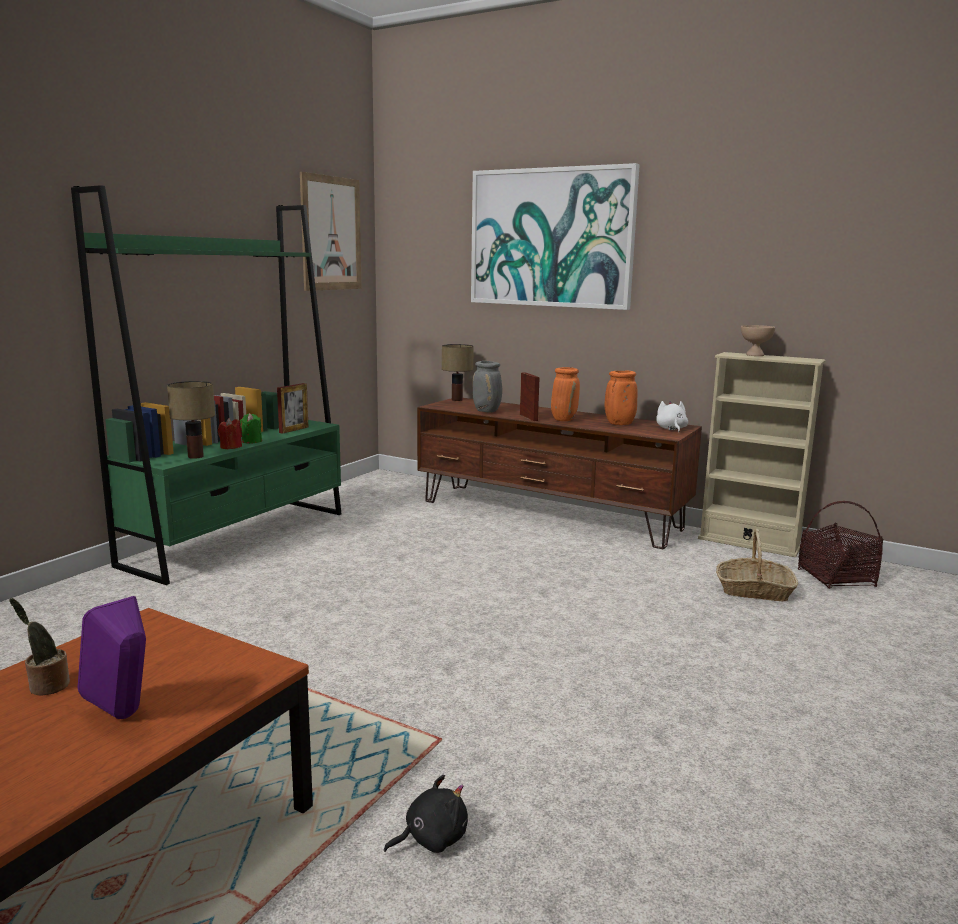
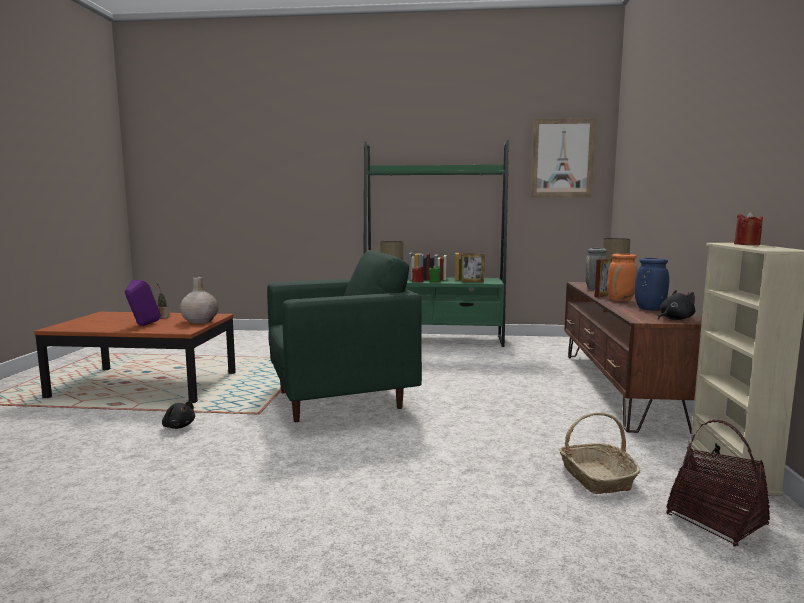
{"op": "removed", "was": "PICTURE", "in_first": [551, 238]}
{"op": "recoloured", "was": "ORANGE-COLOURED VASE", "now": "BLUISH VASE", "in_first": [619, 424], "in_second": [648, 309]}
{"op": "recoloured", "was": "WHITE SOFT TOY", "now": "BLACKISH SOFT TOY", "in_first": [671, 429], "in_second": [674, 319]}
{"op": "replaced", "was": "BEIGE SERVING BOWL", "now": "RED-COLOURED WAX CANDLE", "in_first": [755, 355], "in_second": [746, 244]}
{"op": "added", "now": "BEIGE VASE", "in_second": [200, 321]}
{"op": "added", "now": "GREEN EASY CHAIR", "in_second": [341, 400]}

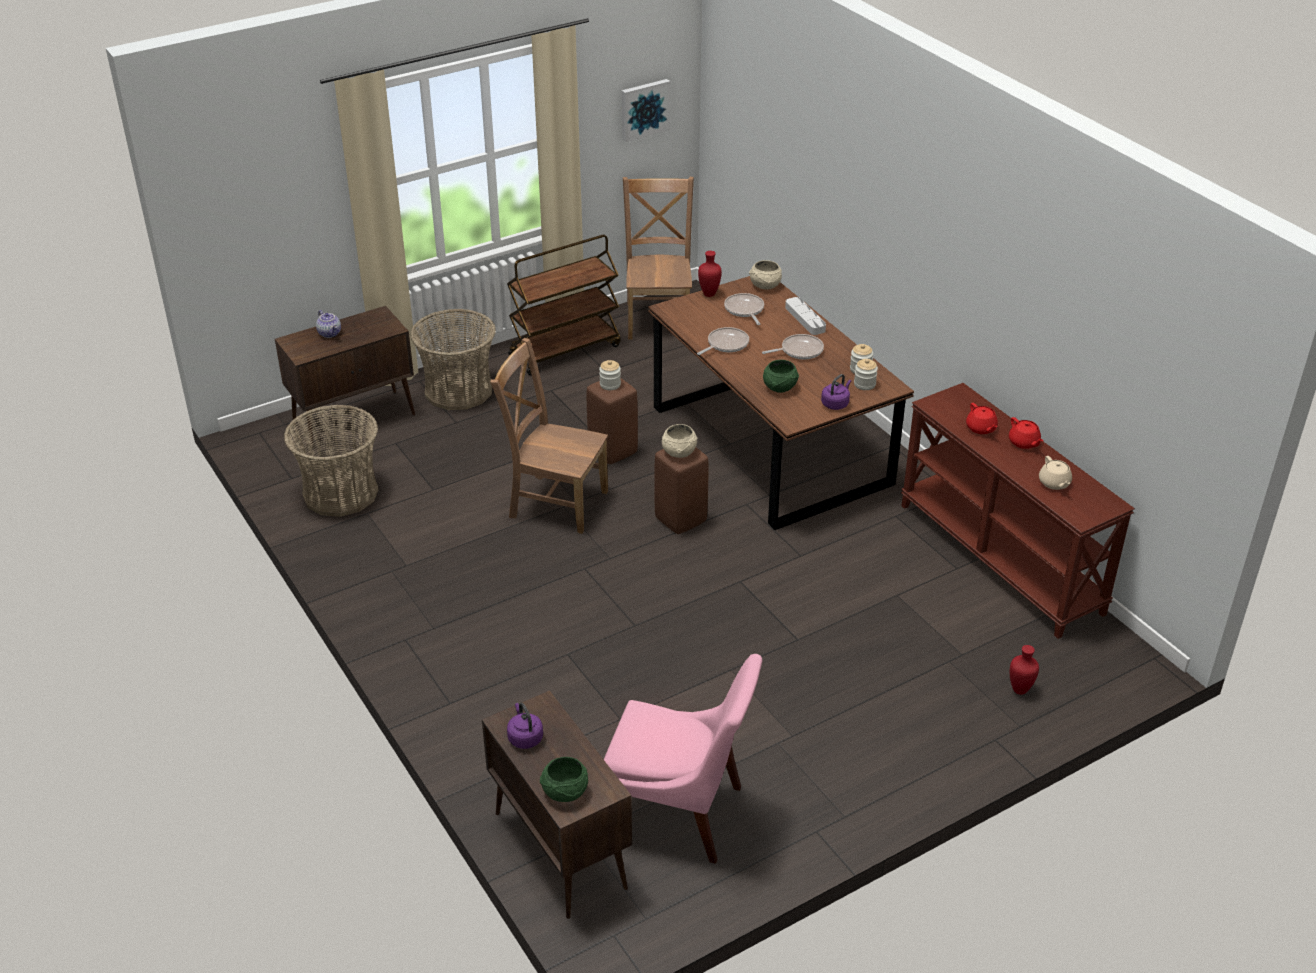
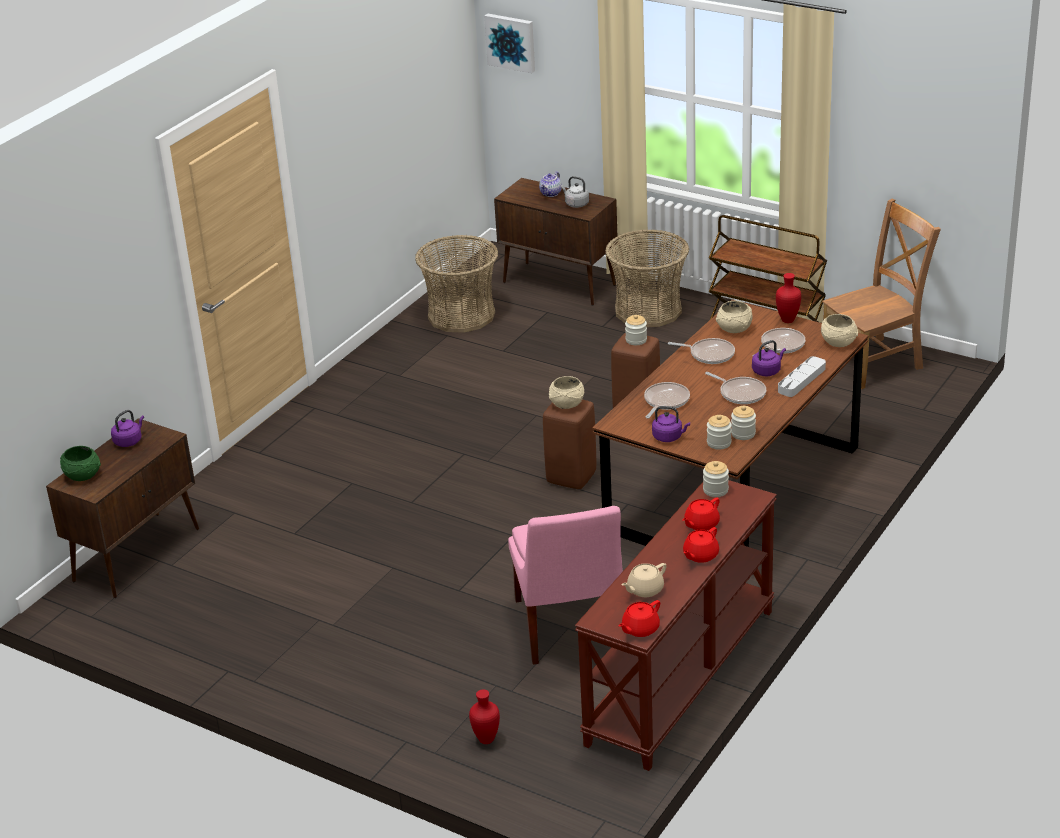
{"op": "removed", "was": "BROWN UPRIGHT CHAIR", "in_first": [554, 502]}
{"op": "moved", "was": "PINK-COLOURED UPRIGHT CHAIR", "in_first": [680, 814], "in_second": [569, 628]}
{"op": "moved", "was": "PICTURE", "in_first": [644, 109], "in_second": [511, 42]}
{"op": "replaced", "was": "GREEN SERVING BOWL", "now": "SKILLET", "in_first": [779, 388], "in_second": [665, 401]}
{"op": "added", "now": "GREY WATER KETTLE", "in_second": [575, 204]}
{"op": "added", "now": "RED-COLOURED TEAPOT", "in_second": [640, 629]}
{"op": "added", "now": "STORAGE JAR", "in_second": [715, 490]}
{"op": "added", "now": "BEIGE SERVING BOWL", "in_second": [734, 329]}
{"op": "added", "now": "PURPLISH WATER KETTLE", "in_second": [767, 371]}

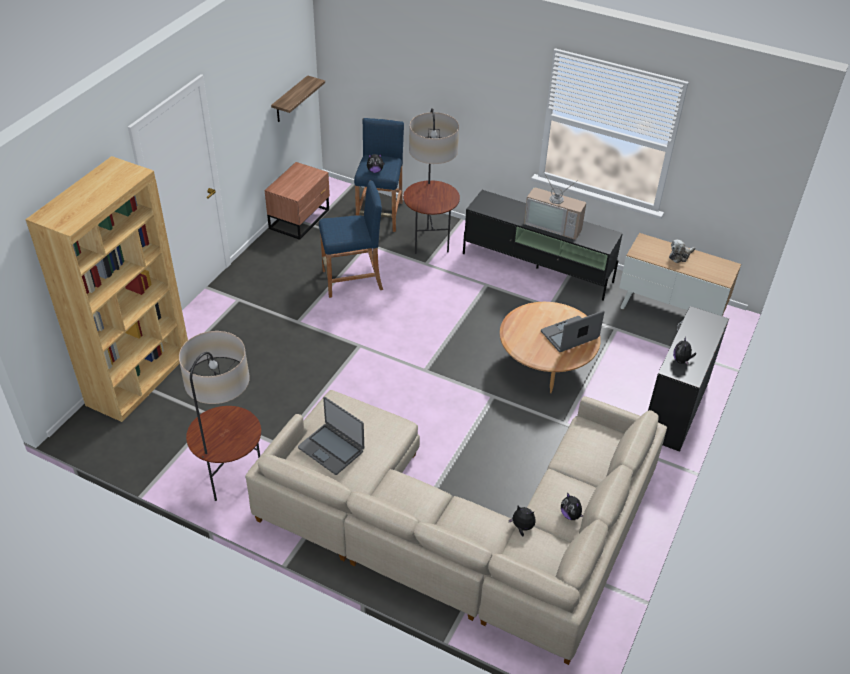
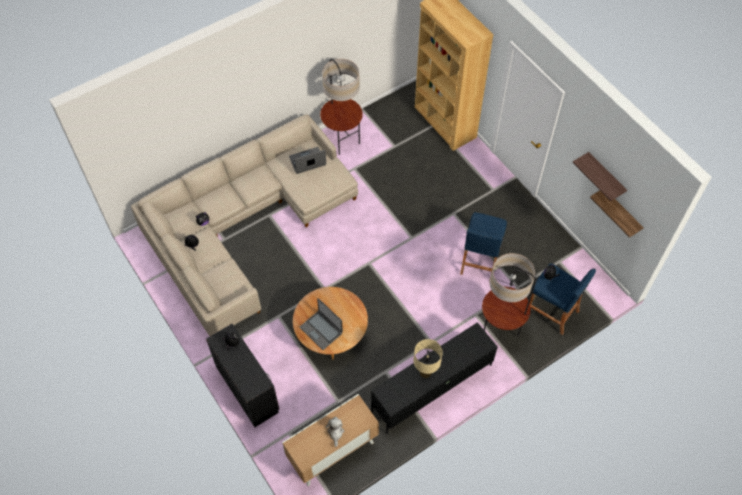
{"op": "removed", "was": "BROWN NIGHT TABLE", "in_first": [301, 219]}
{"op": "replaced", "was": "TELEVISION", "now": "BEIGE TABLE LAMP", "in_first": [554, 225], "in_second": [425, 372]}
{"op": "turned", "was": "LAPTOP", "in_first": [570, 335], "in_second": [321, 330], "clockwise": 135}
{"op": "added", "now": "SHELF", "in_second": [605, 176]}

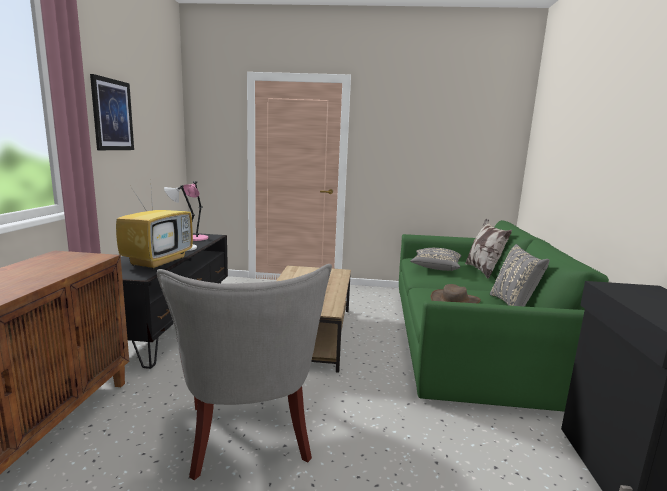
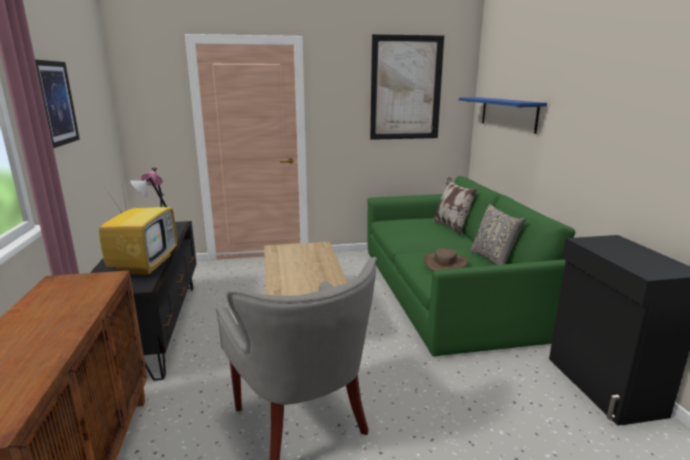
{"op": "removed", "was": "GREY PILLOW", "in_first": [435, 267]}
{"op": "added", "now": "PICTURE", "in_second": [406, 88]}
{"op": "added", "now": "BLUISH SHELF", "in_second": [508, 113]}

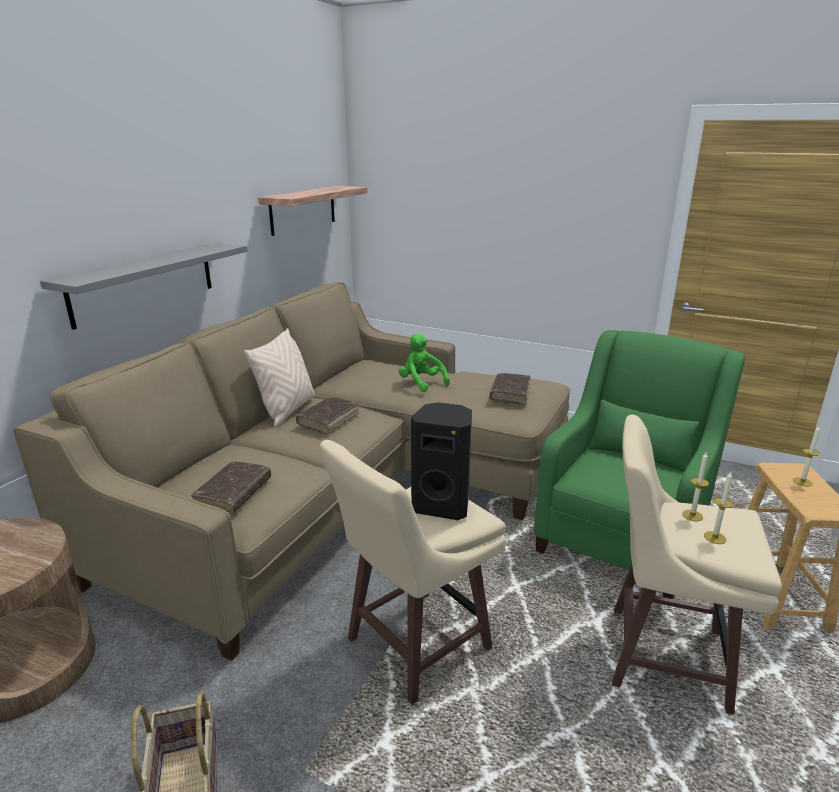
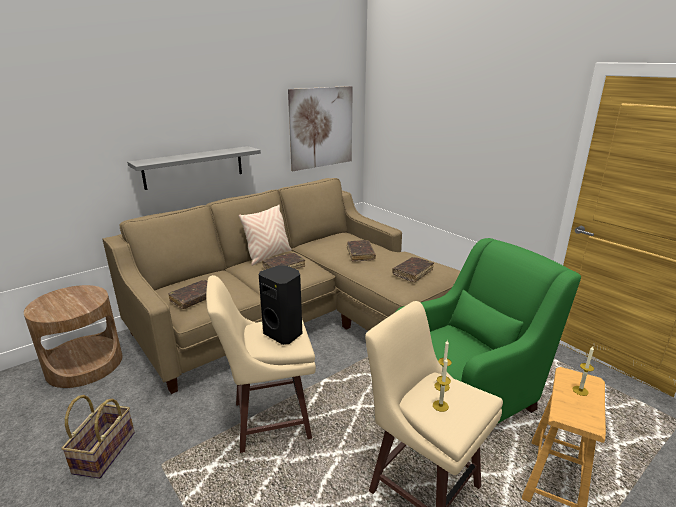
{"op": "replaced", "was": "SHELF", "now": "PICTURE", "in_first": [303, 209], "in_second": [321, 127]}
{"op": "replaced", "was": "GREEN SOFT TOY", "now": "BROWN BOUND BOOK", "in_first": [421, 383], "in_second": [360, 254]}

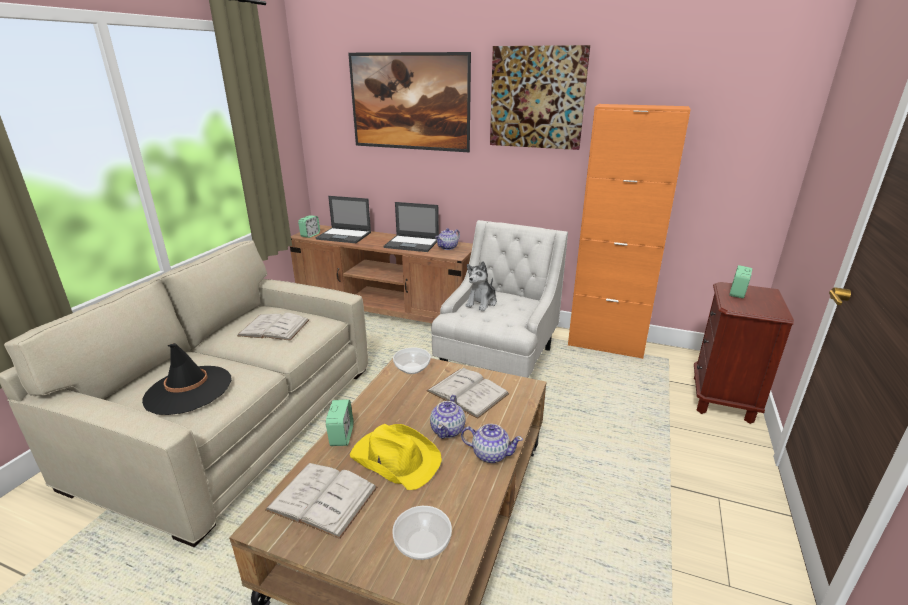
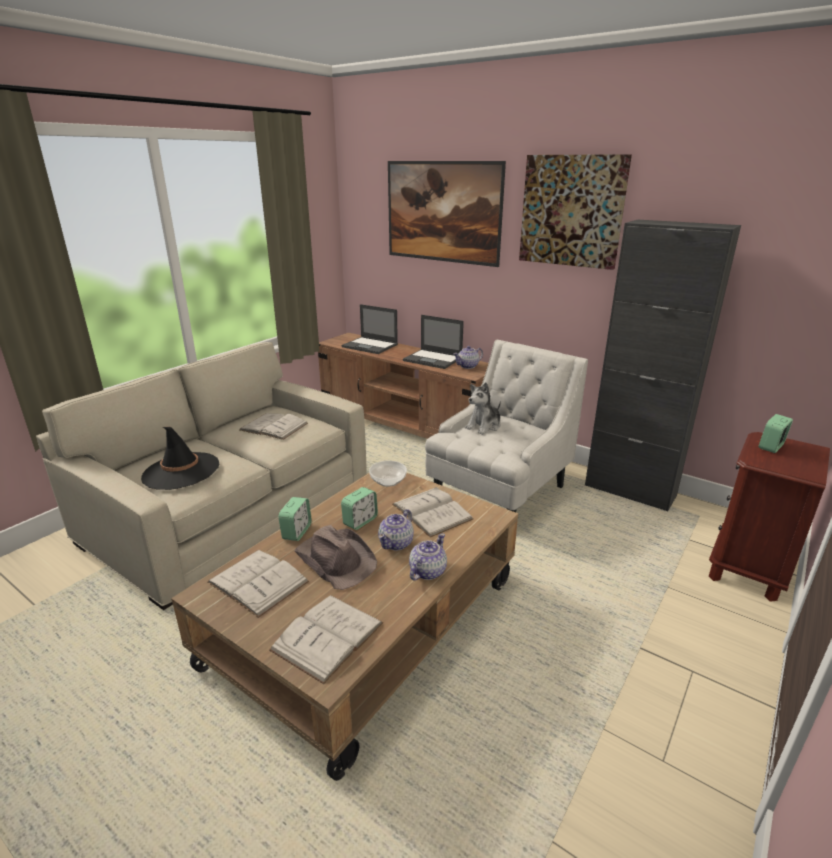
{"op": "moved", "was": "BEDSIDE CLOCK", "in_first": [310, 235], "in_second": [360, 521]}
{"op": "recoloured", "was": "YELLOW WEARABLE HAT", "now": "BROWN WEARABLE HAT", "in_first": [395, 458], "in_second": [336, 559]}
{"op": "replaced", "was": "SERVING BOWL", "now": "WHITE BOUND BOOK", "in_first": [422, 543], "in_second": [327, 636]}
{"op": "turned", "was": "TEAPOT", "in_first": [490, 454], "in_second": [427, 571], "clockwise": -90}
{"op": "recoloured", "was": "ORANGE-COLOURED STORAGE CABINET", "now": "BLACKISH STORAGE CABINET", "in_first": [606, 344], "in_second": [630, 490]}

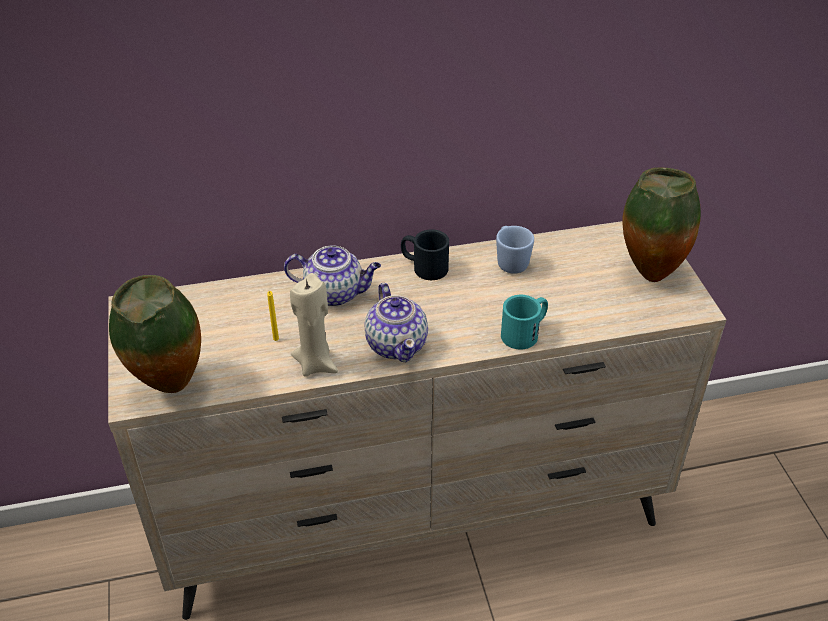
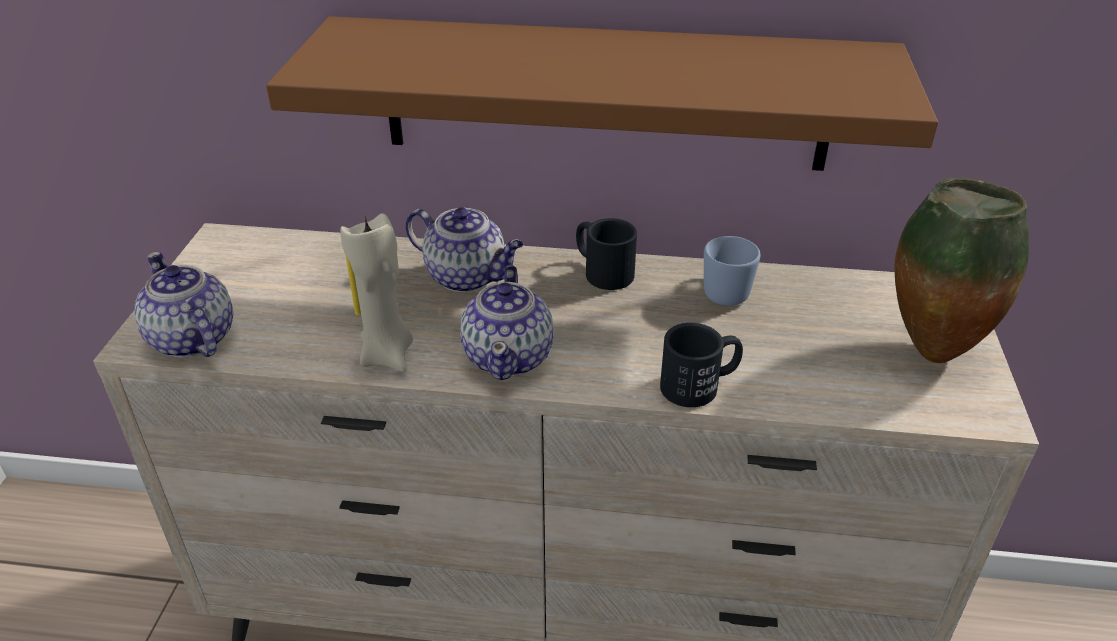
{"op": "replaced", "was": "VASE", "now": "TEAPOT", "in_first": [170, 389], "in_second": [192, 340]}
{"op": "recoloured", "was": "TURQUOISE MUG", "now": "BLACKISH MUG", "in_first": [525, 332], "in_second": [700, 385]}
{"op": "added", "now": "BROWN SHELF", "in_second": [605, 94]}

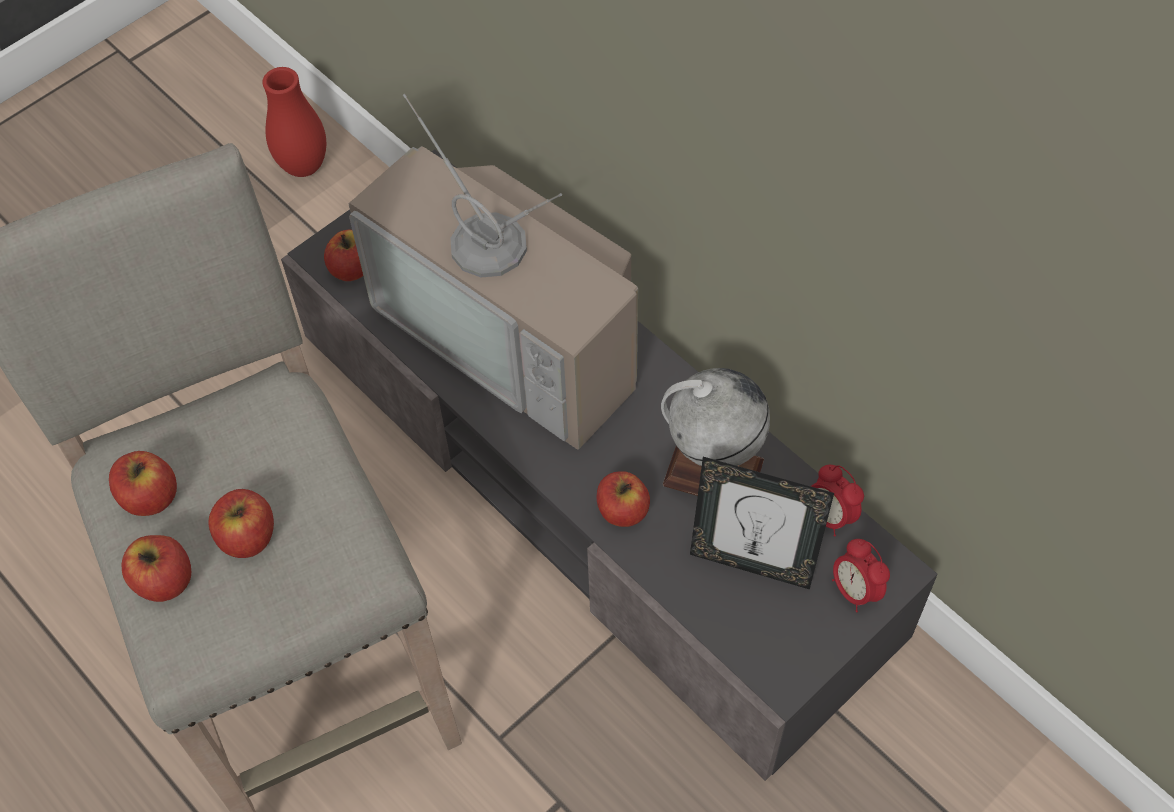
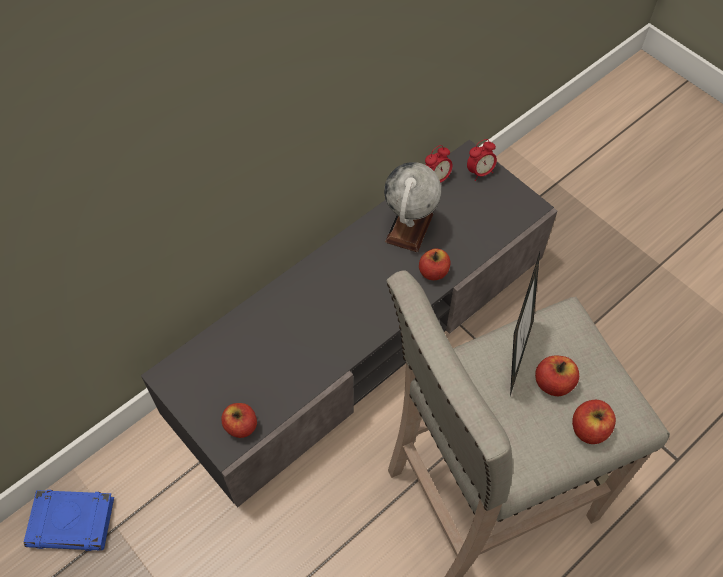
{"op": "removed", "was": "APPLE FRUIT", "in_first": [150, 497]}
{"op": "replaced", "was": "RED-COLOURED VASE", "now": "BLUISH BOUND BOOK", "in_first": [303, 166], "in_second": [73, 522]}
{"op": "removed", "was": "TELEVISION", "in_first": [516, 334]}
{"op": "moved", "was": "PICTURE FRAME", "in_first": [752, 562], "in_second": [514, 355]}

